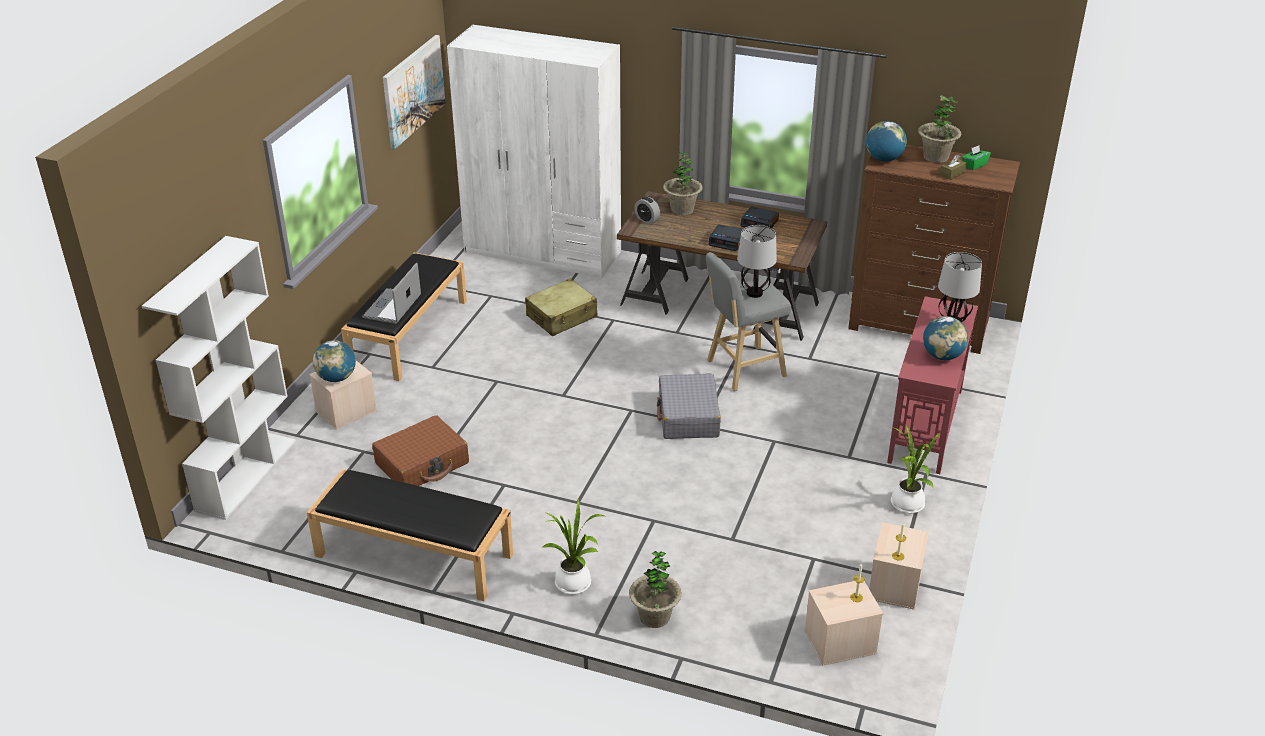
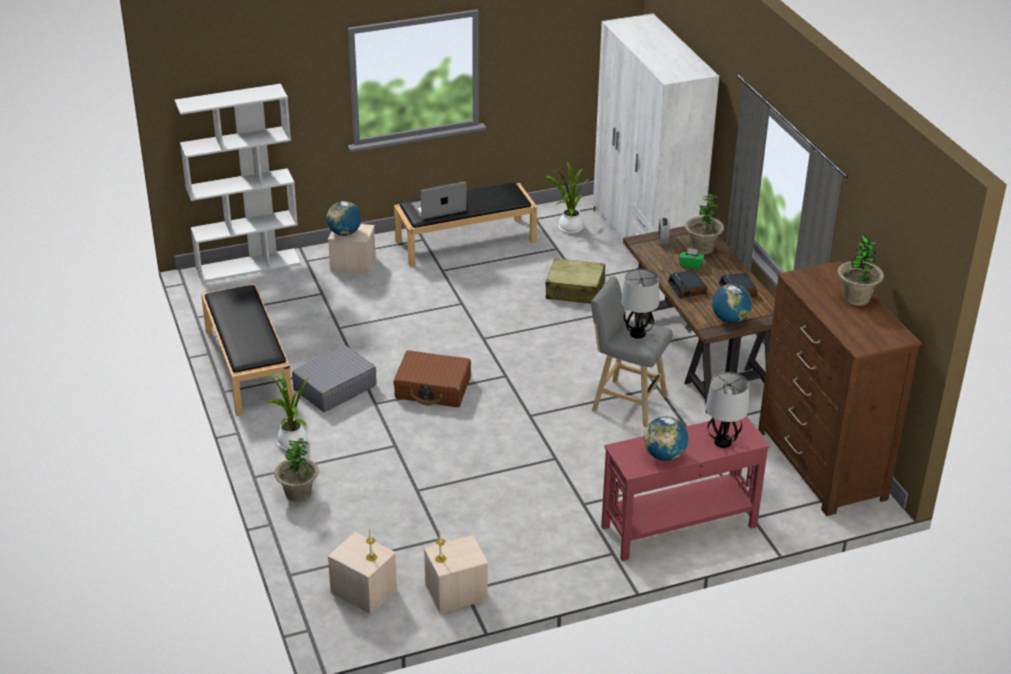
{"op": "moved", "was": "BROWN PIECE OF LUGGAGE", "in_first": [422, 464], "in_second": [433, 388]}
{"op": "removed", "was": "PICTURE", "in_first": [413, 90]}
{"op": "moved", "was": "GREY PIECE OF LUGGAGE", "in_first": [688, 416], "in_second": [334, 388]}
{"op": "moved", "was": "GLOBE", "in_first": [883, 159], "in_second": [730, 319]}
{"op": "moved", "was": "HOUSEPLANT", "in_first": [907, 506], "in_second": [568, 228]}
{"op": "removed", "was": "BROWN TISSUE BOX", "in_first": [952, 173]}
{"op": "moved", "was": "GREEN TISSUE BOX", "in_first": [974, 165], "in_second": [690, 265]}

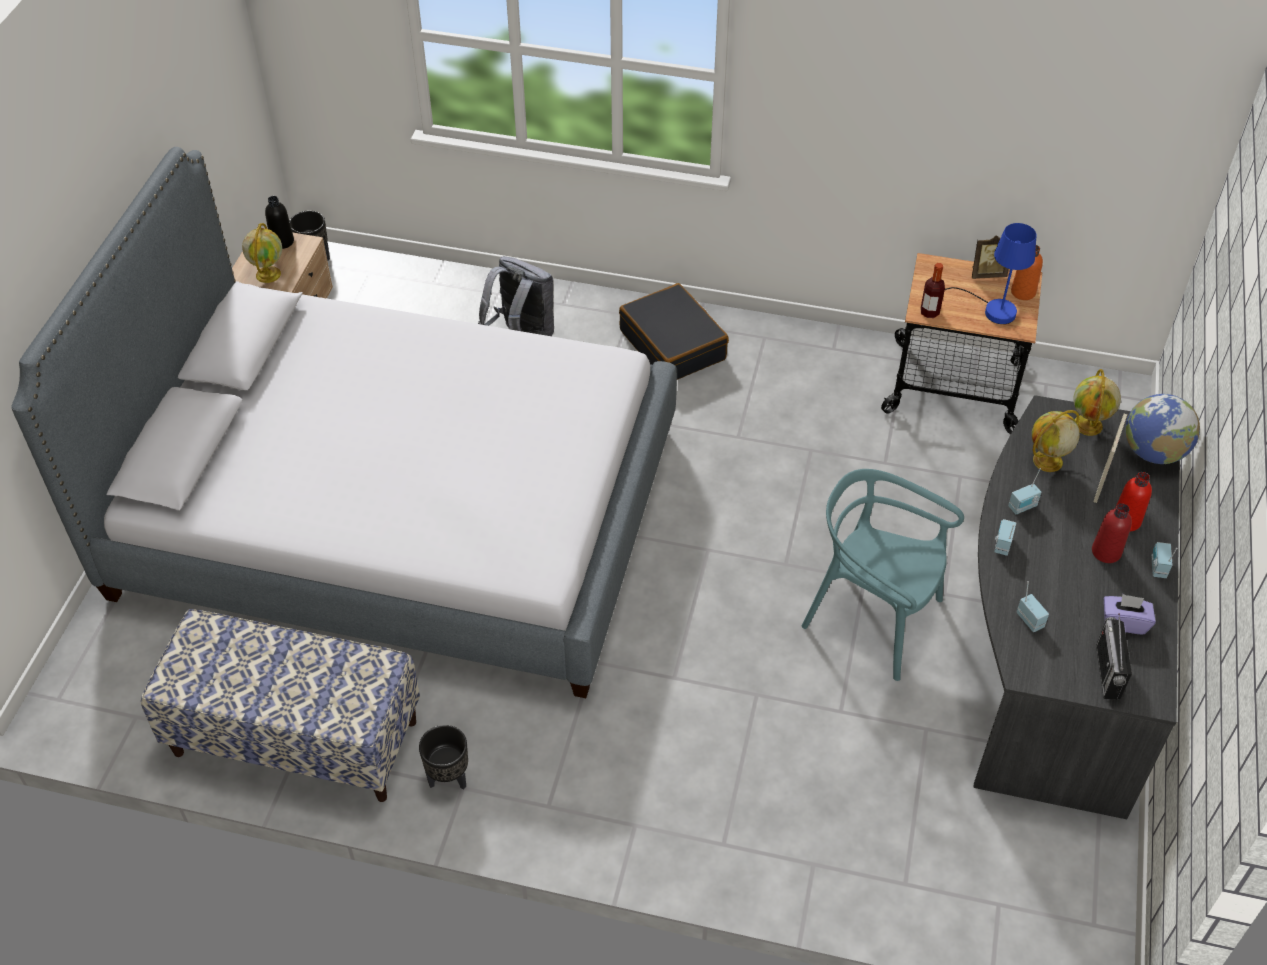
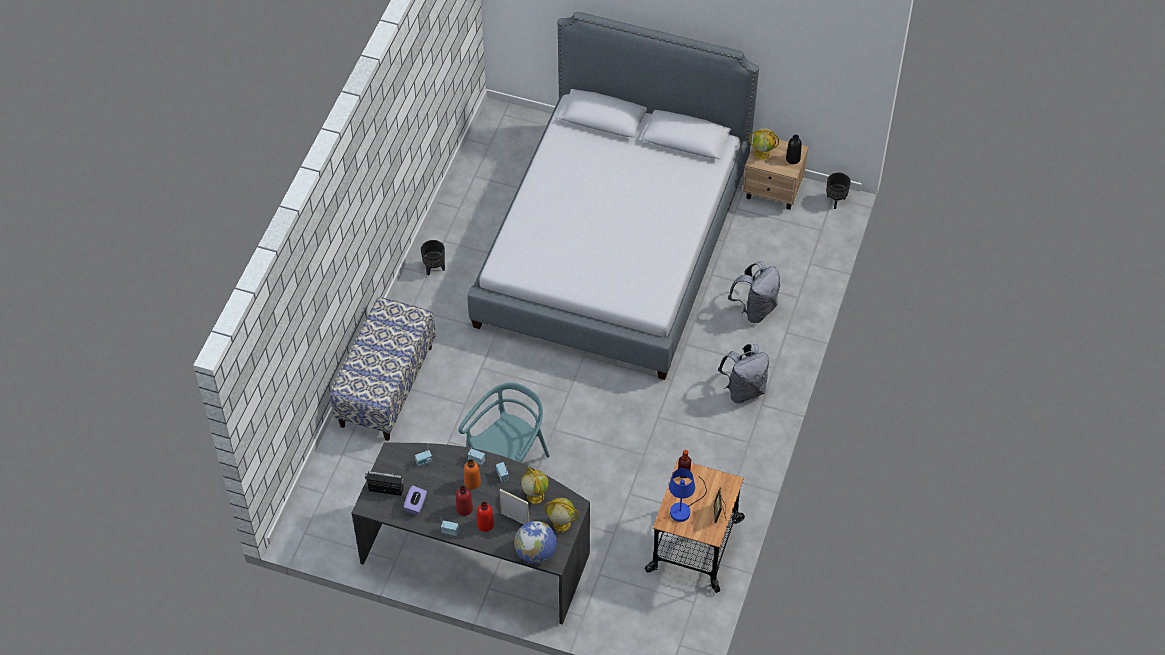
{"op": "moved", "was": "BENCH", "in_first": [295, 738], "in_second": [386, 386]}
{"op": "replaced", "was": "BLACKISH PIECE OF LUGGAGE", "now": "GREY RUCKSACK", "in_first": [673, 345], "in_second": [744, 390]}
{"op": "moved", "was": "ORANGE-COLOURED BOTTLE", "in_first": [1023, 292], "in_second": [472, 482]}

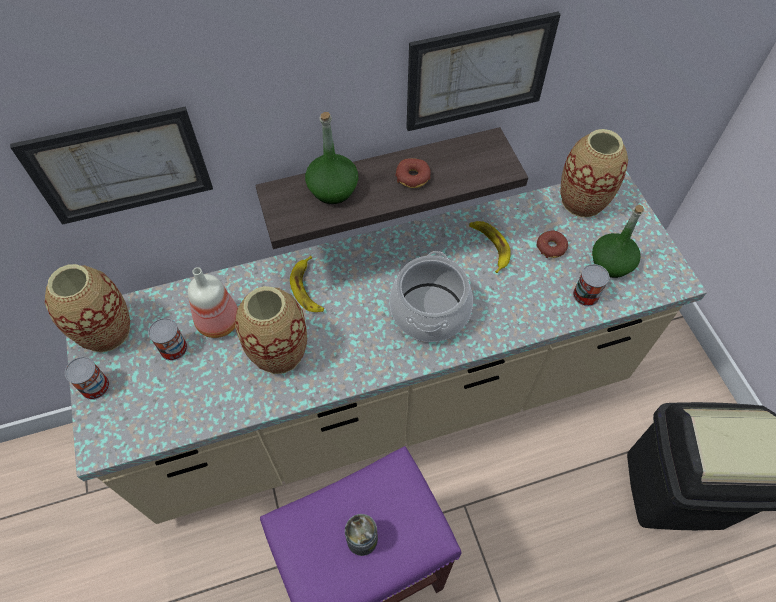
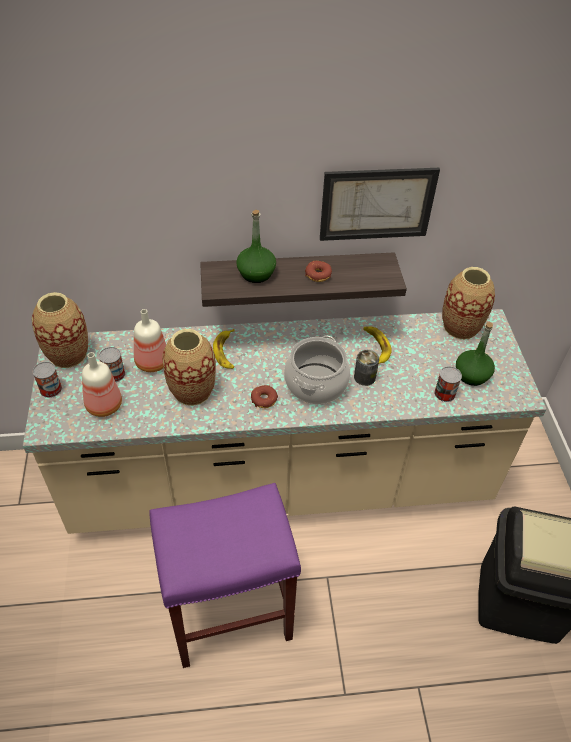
{"op": "removed", "was": "PICTURE", "in_first": [120, 166]}
{"op": "moved", "was": "SEALED CAN", "in_first": [362, 539], "in_second": [364, 377]}
{"op": "moved", "was": "DONUT", "in_first": [551, 247], "in_second": [264, 399]}
{"op": "added", "now": "BOTTLE", "in_second": [103, 406]}

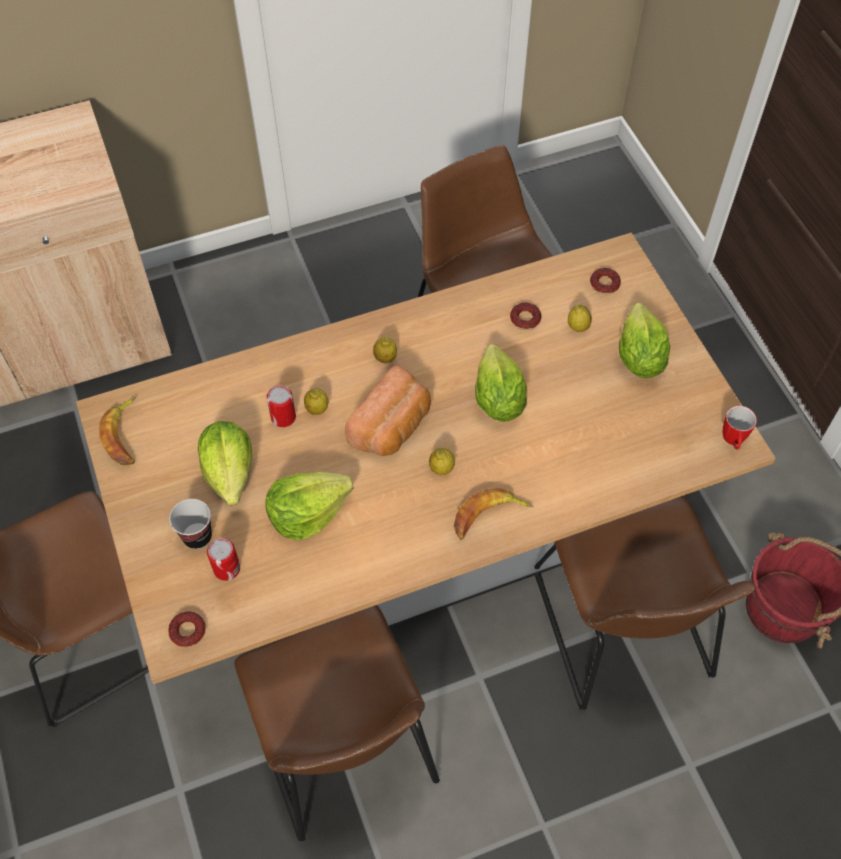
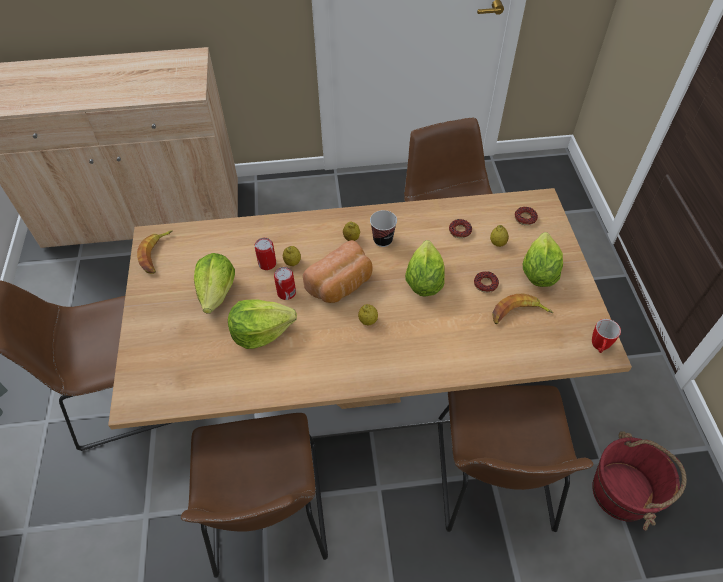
{"op": "moved", "was": "DONUT", "in_first": [188, 631], "in_second": [485, 284]}
{"op": "moved", "was": "SMALL CUP", "in_first": [197, 537], "in_second": [383, 240]}
{"op": "moved", "was": "SEALED CAN", "in_first": [227, 568], "in_second": [286, 293]}
{"op": "moved", "was": "WHOLE BANANA", "in_first": [488, 517], "in_second": [518, 314]}

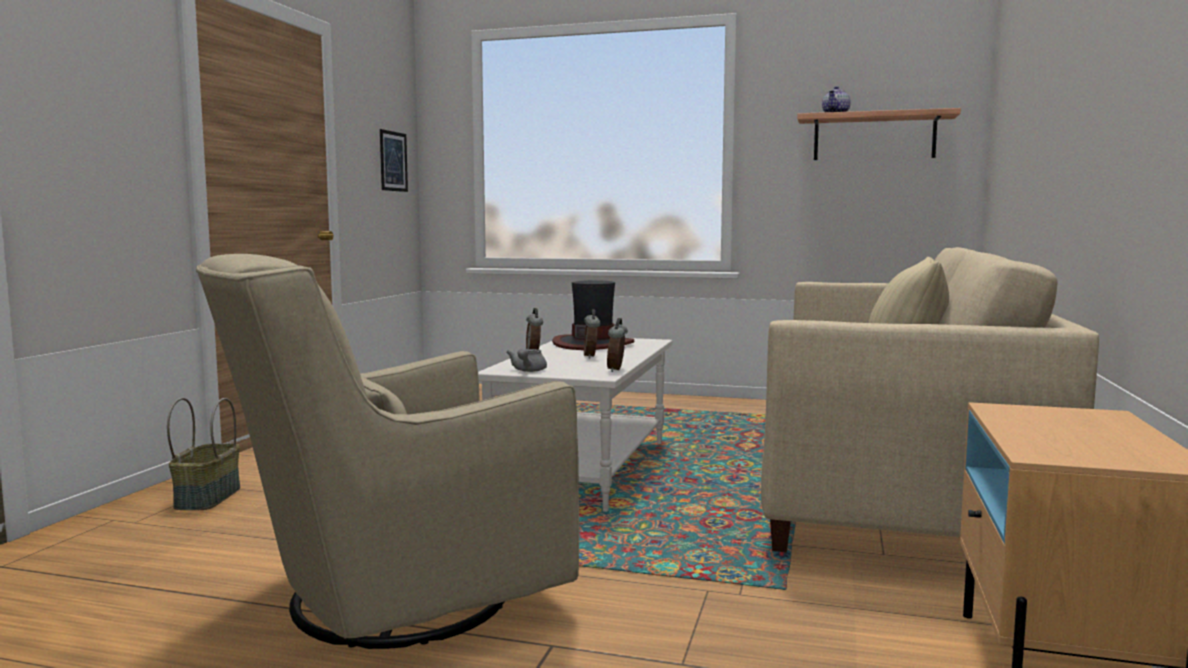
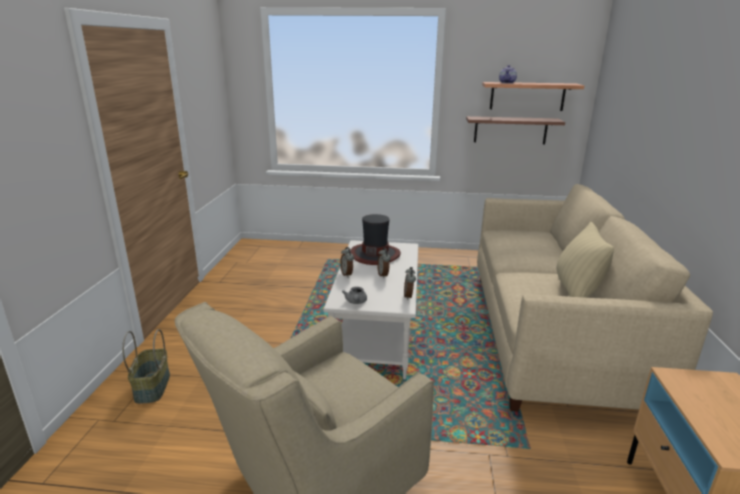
{"op": "removed", "was": "PICTURE", "in_first": [393, 161]}
{"op": "added", "now": "SHELF", "in_second": [510, 130]}

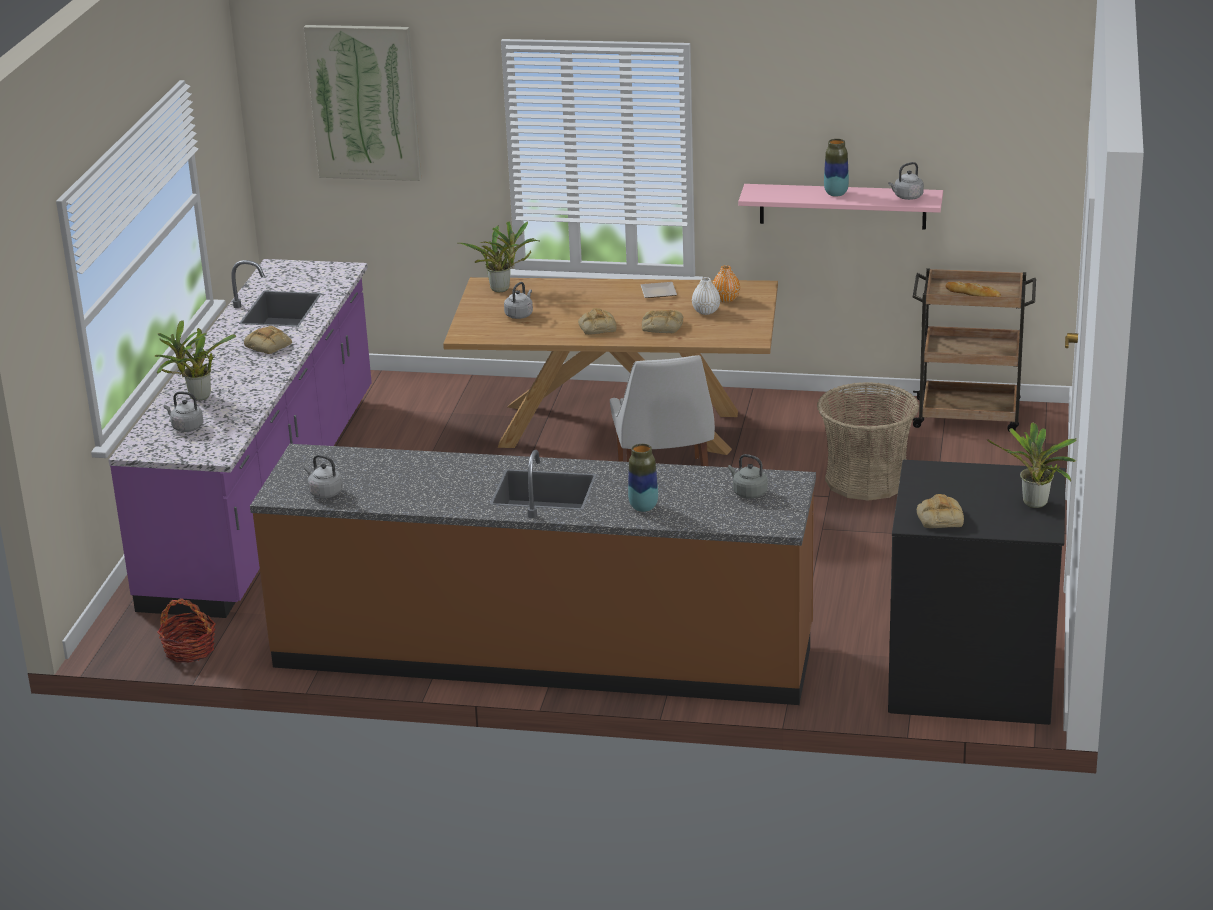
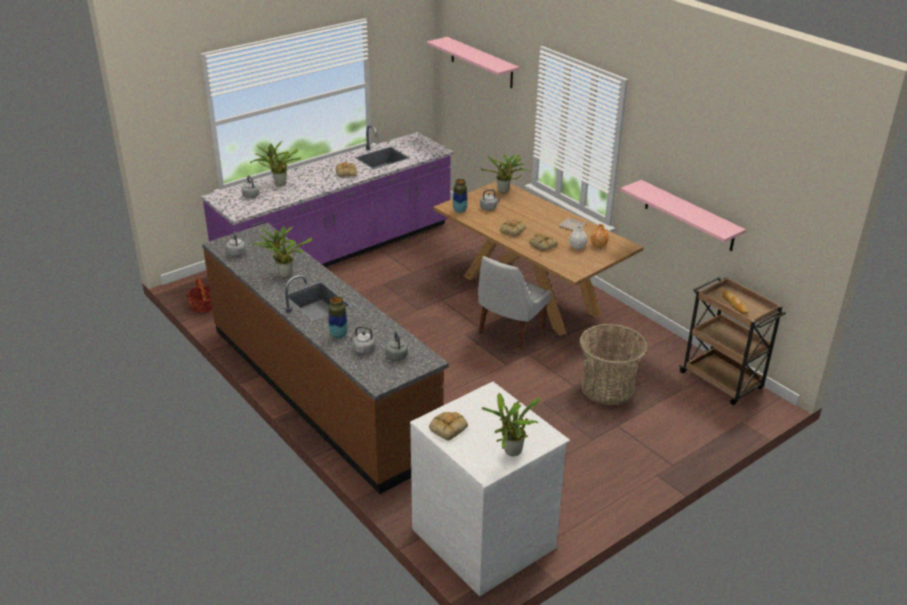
{"op": "replaced", "was": "PICTURE", "now": "PINK-COLOURED SHELF", "in_first": [364, 102], "in_second": [481, 62]}
{"op": "moved", "was": "VASE", "in_first": [836, 194], "in_second": [460, 210]}
{"op": "moved", "was": "GREY WATER KETTLE", "in_first": [907, 197], "in_second": [362, 349]}
{"op": "recoloured", "was": "BLACKISH DRESSER", "now": "WHITE DRESSER", "in_first": [972, 676], "in_second": [485, 537]}
{"op": "added", "now": "HOUSEPLANT", "in_second": [284, 274]}

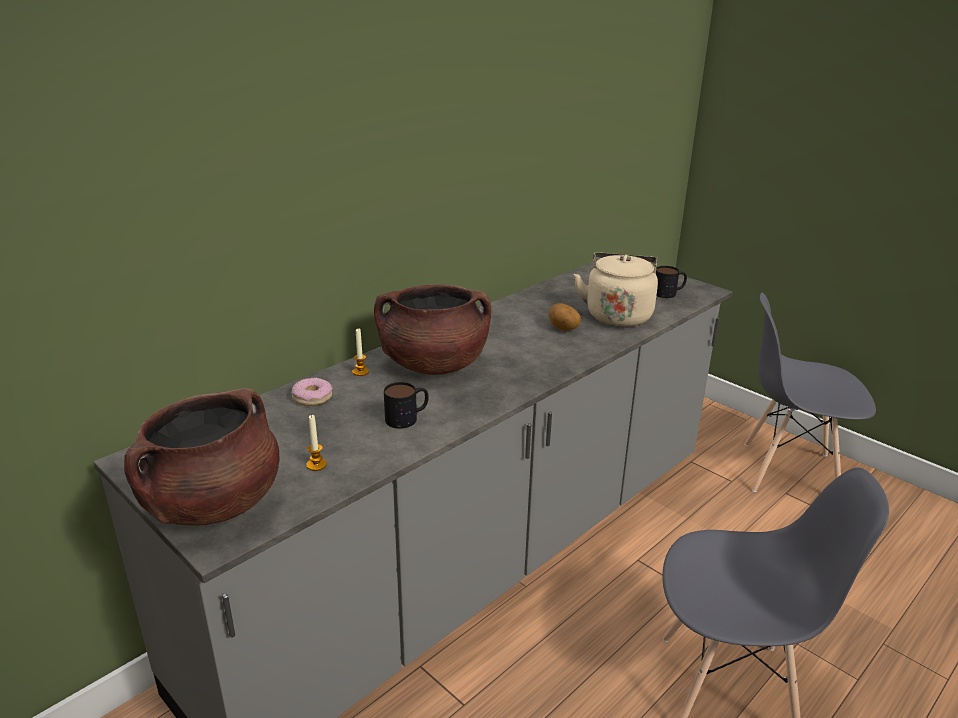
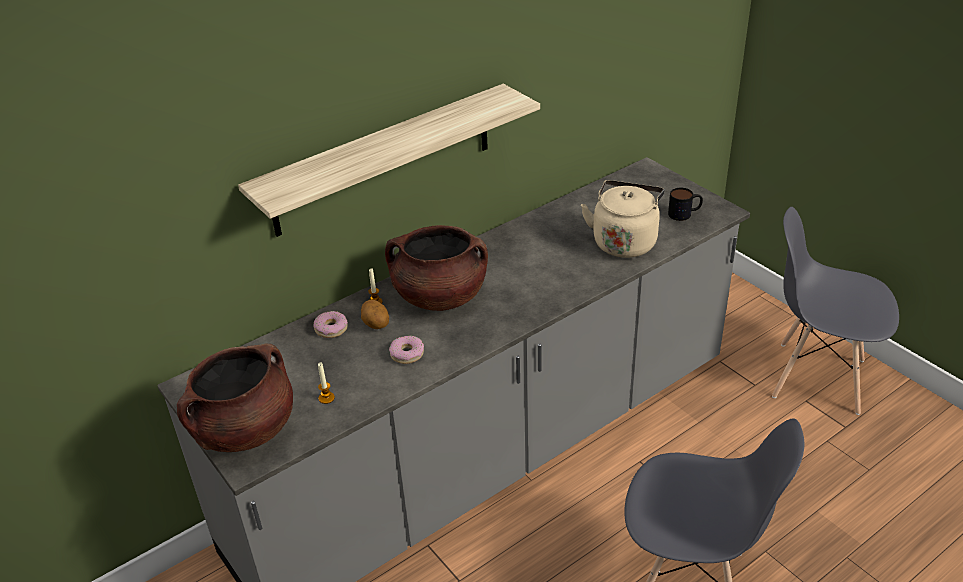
{"op": "replaced", "was": "MUG", "now": "DONUT", "in_first": [408, 417], "in_second": [407, 354]}
{"op": "moved", "was": "WHOLE POTATO", "in_first": [563, 329], "in_second": [375, 325]}
{"op": "added", "now": "SHELF", "in_second": [383, 160]}

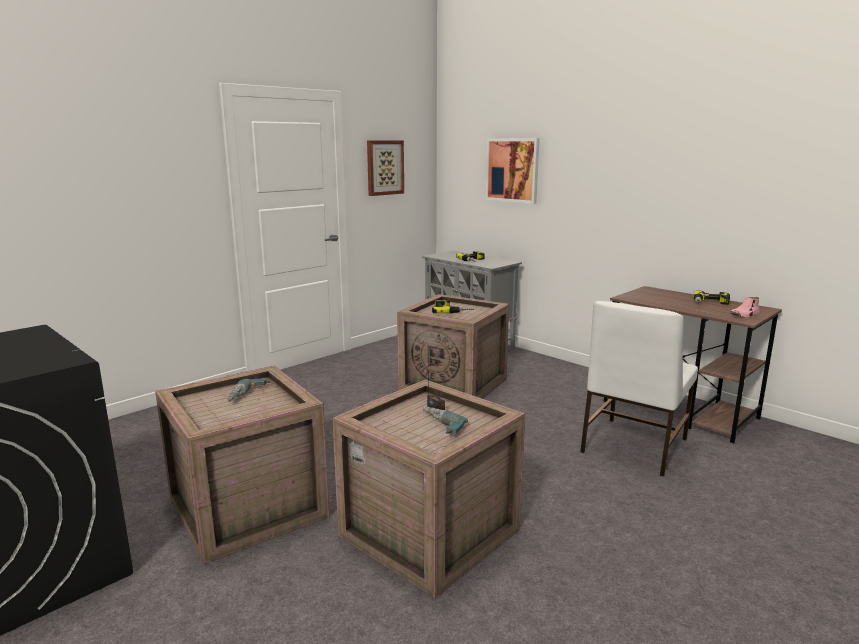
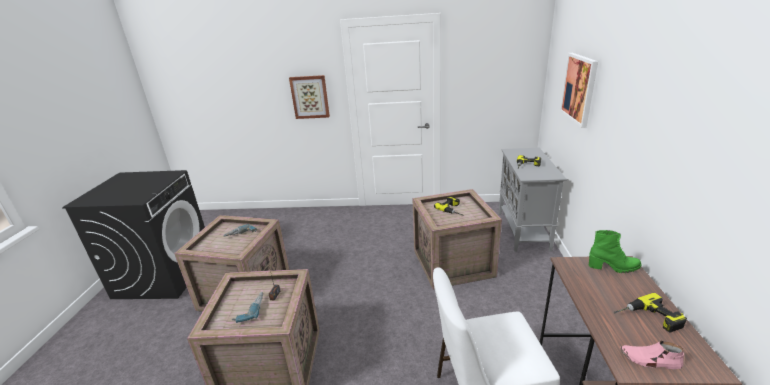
{"op": "moved", "was": "PICTURE", "in_first": [384, 167], "in_second": [310, 97]}
{"op": "added", "now": "GREEN TALL BOOT", "in_second": [613, 267]}

